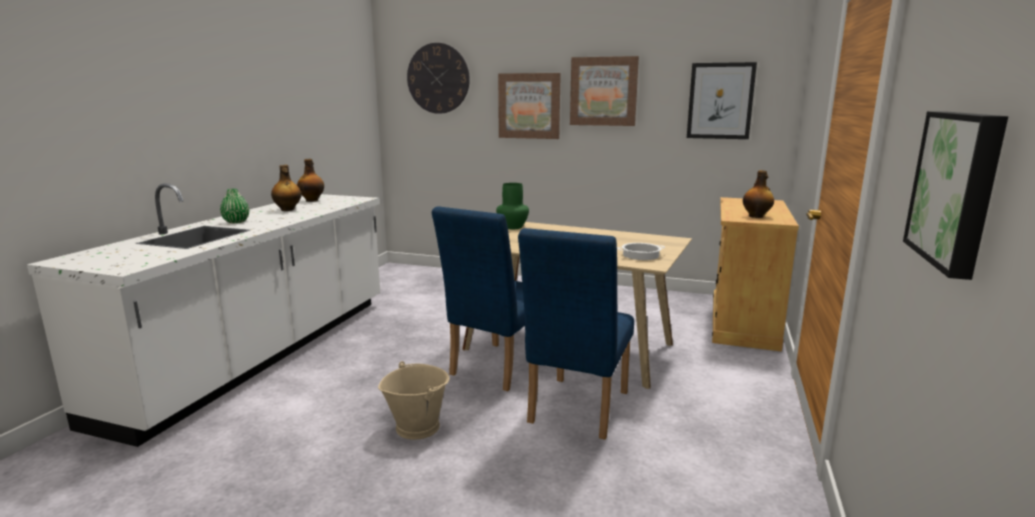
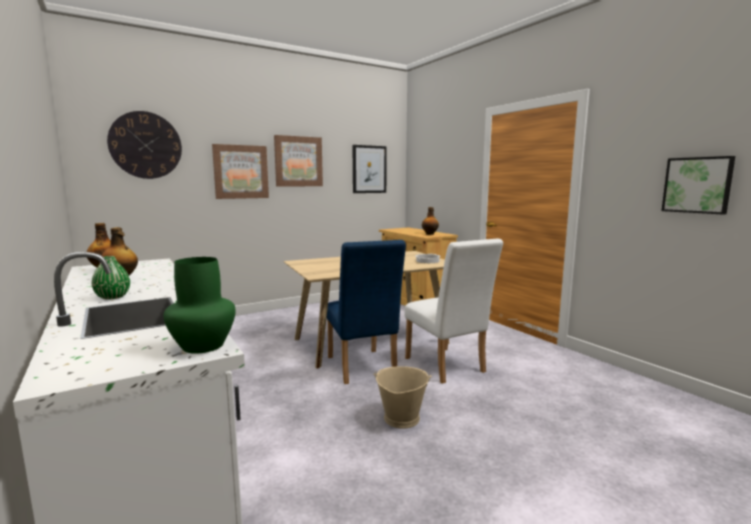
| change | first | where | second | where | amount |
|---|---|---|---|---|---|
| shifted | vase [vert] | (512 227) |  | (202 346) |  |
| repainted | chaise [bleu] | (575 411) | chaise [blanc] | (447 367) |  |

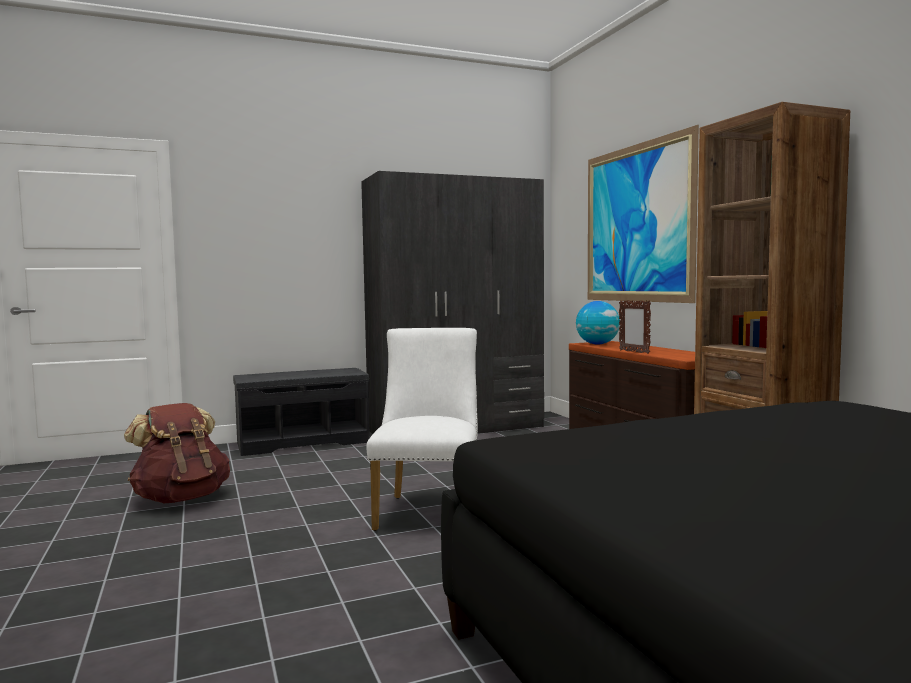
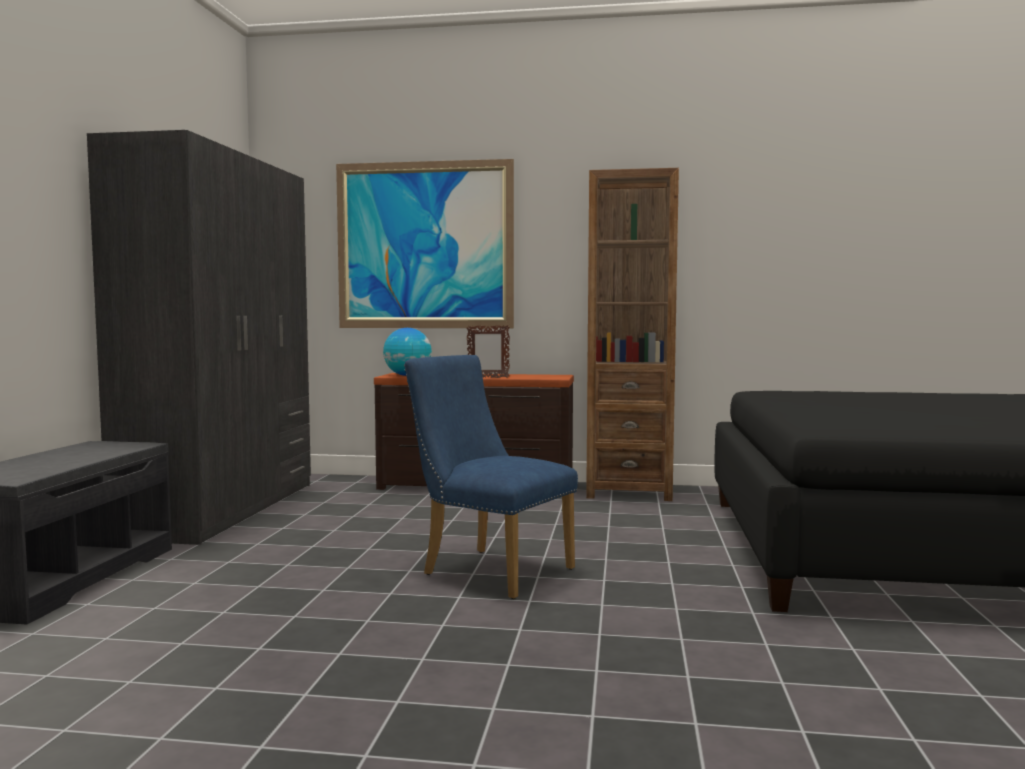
| change | first | where | second | where | amount |
|---|---|---|---|---|---|
| gone | sac à dos [marron] | (181 499) |  |  |  |
| repainted | chaise [blanc] | (429 510) | chaise [bleu] | (489 570) |  |

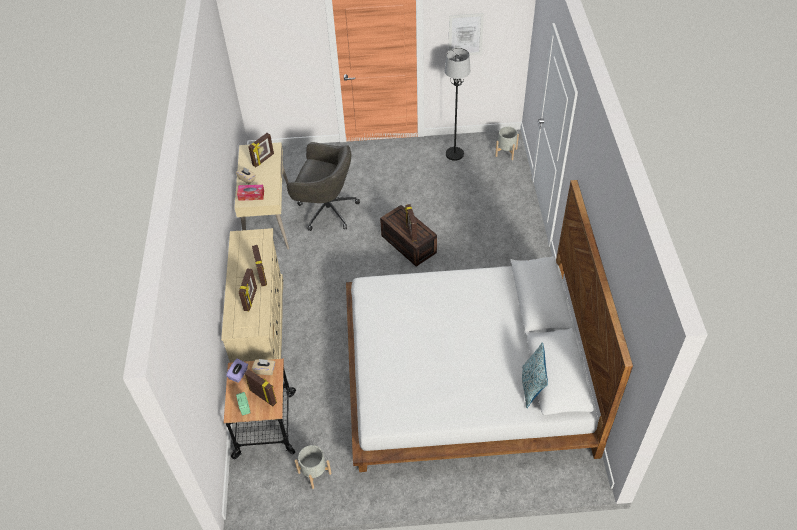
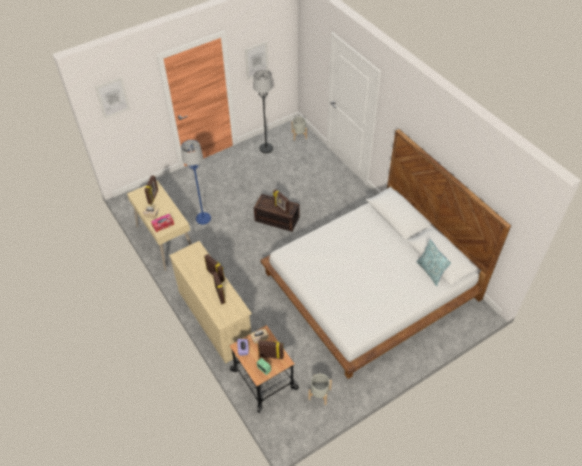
| change | first | where | second | where | amount |
|---|---|---|---|---|---|
| swapped | chaise de bureau [gris] | (326 210) | lampadaire [bleu] | (203 218) |  |
| new |  |  | tableau | (112 98) |  |

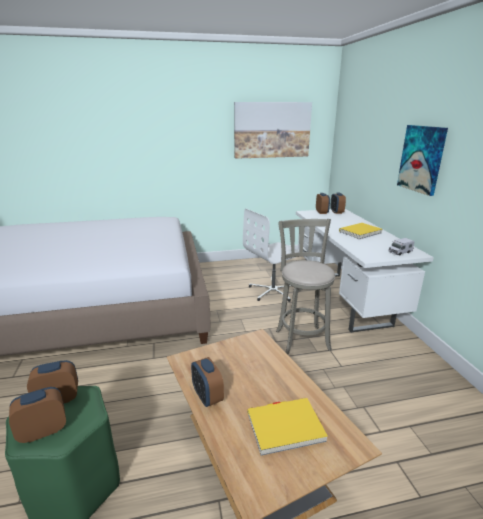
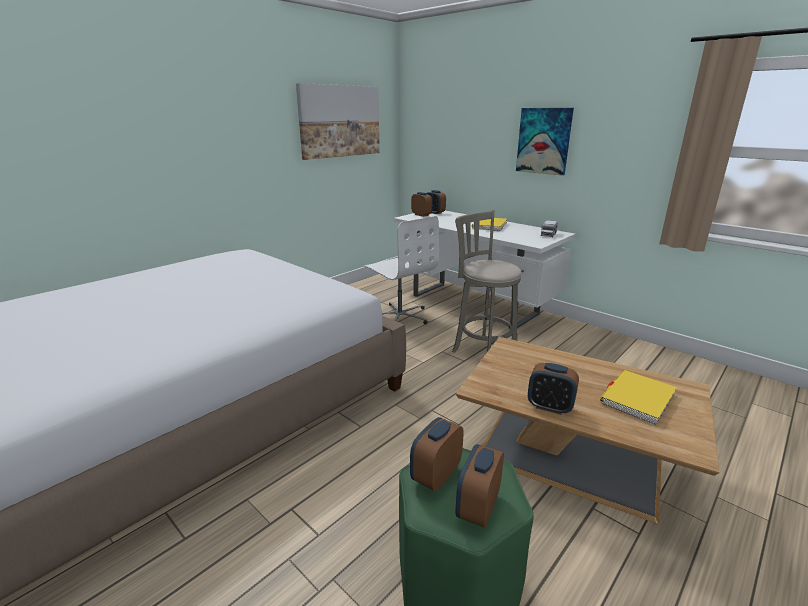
| change | first | where | second | where | amount |
|---|---|---|---|---|---|
| rotated | chaise de bureau [blanc] | (273 291) |  | (400 316) | 60 degrees counterclockwise |

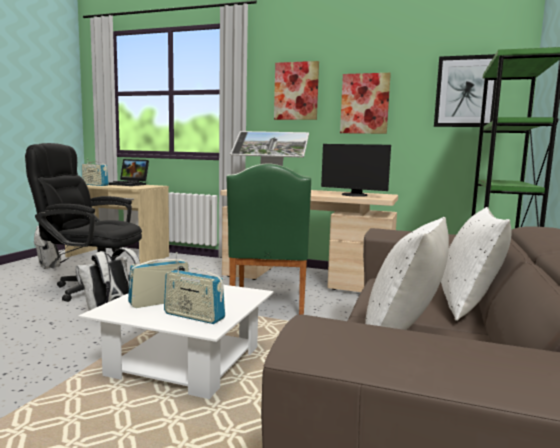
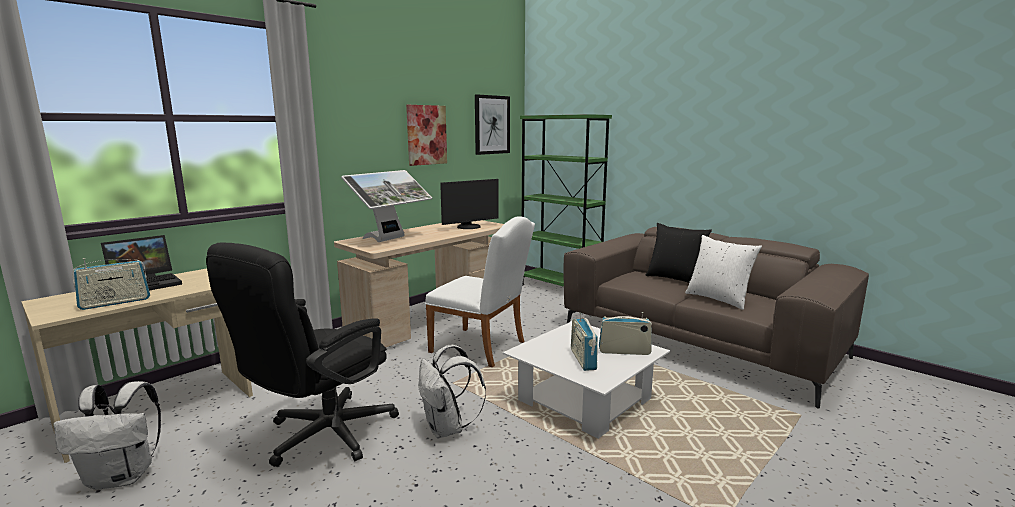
| change | first | where | second | where | amount |
|---|---|---|---|---|---|
| rotated | radio | (194 316) |  | (624 351) | 135 degrees counterclockwise |
| repainted | chaise [vert] | (268 304) | chaise [blanc] | (483 348) |  |
| gone | tableau | (296 91) |  |  |  |
| repainted | coussin [blanc] | (468 305) | coussin [noir] | (675 279) |  |

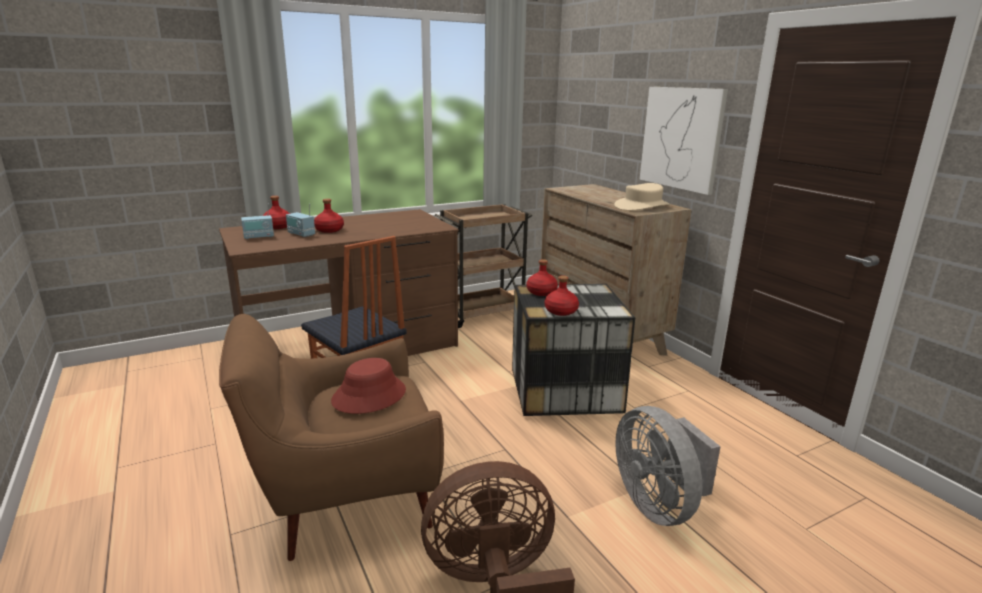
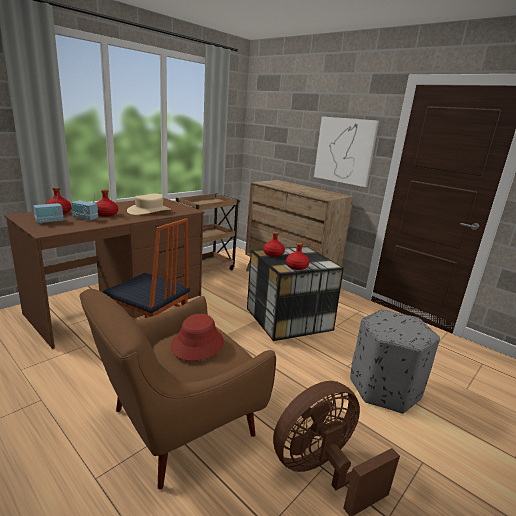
| change | first | where | second | where | amount |
|---|---|---|---|---|---|
| shifted | chapeau [beige] | (642 206) |  | (149 211) |  |
| swapped | ventilateur [gris] | (658 504) | pouf [gris] | (385 389) |  |

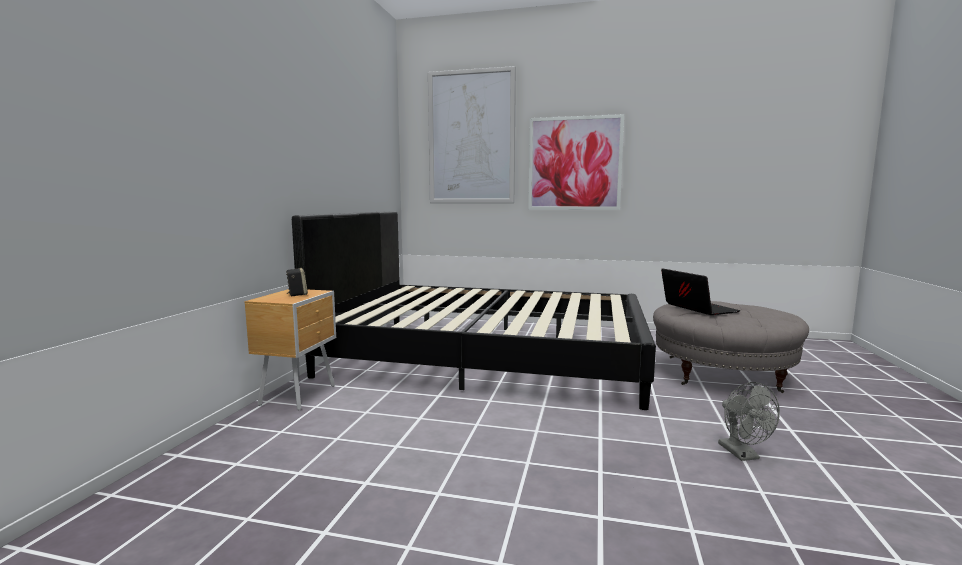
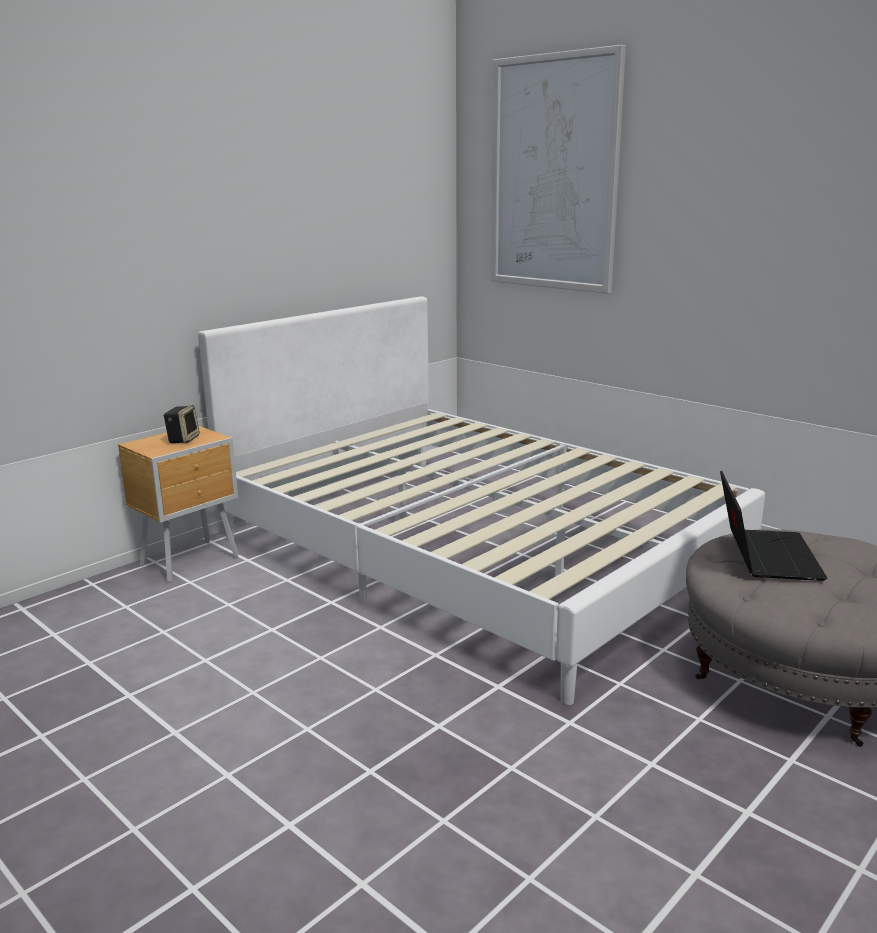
| change | first | where | second | where | amount |
|---|---|---|---|---|---|
| repainted | lit [noir] | (488 356) | lit [blanc] | (474 551) |  |
| gone | tableau | (574 163) |  |  |  |
| gone | ventilateur [gris] | (743 455) |  |  |  |

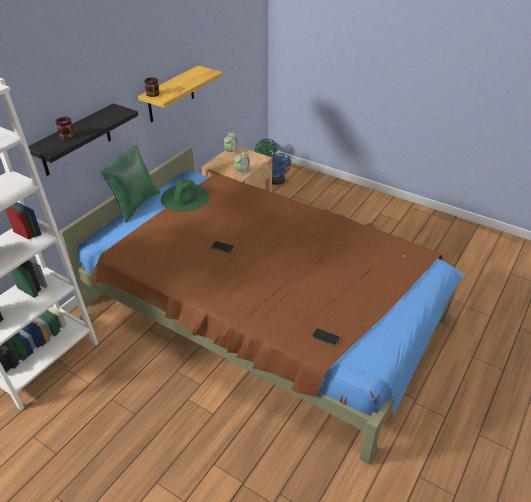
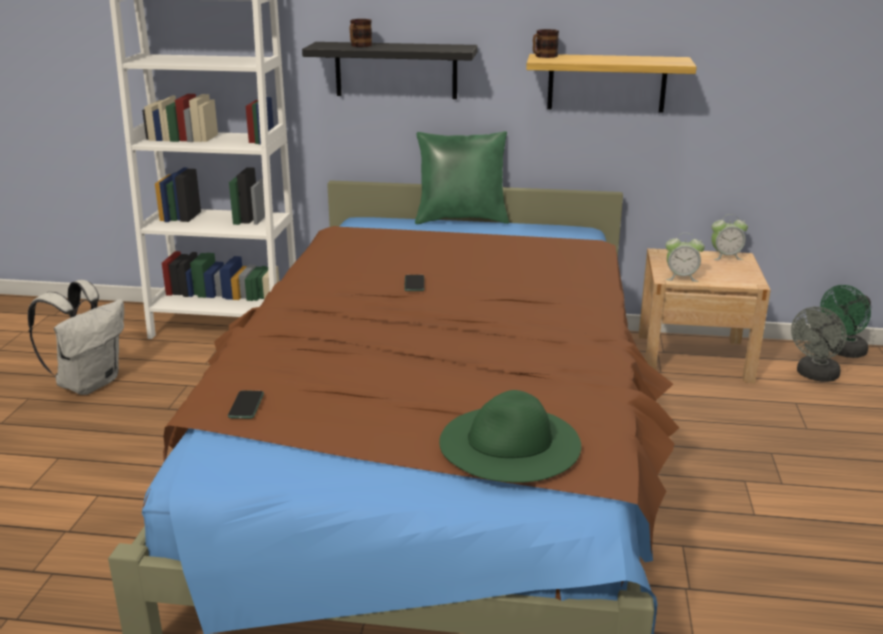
| change | first | where | second | where | amount |
|---|---|---|---|---|---|
| shifted | chapeau [vert] | (185 197) |  | (509 443) |  |
| repainted | ventilateur [bleu] | (277 182) | ventilateur [gris] | (814 376) |  |
| new |  |  | sac à dos [blanc] | (89 383) |  |

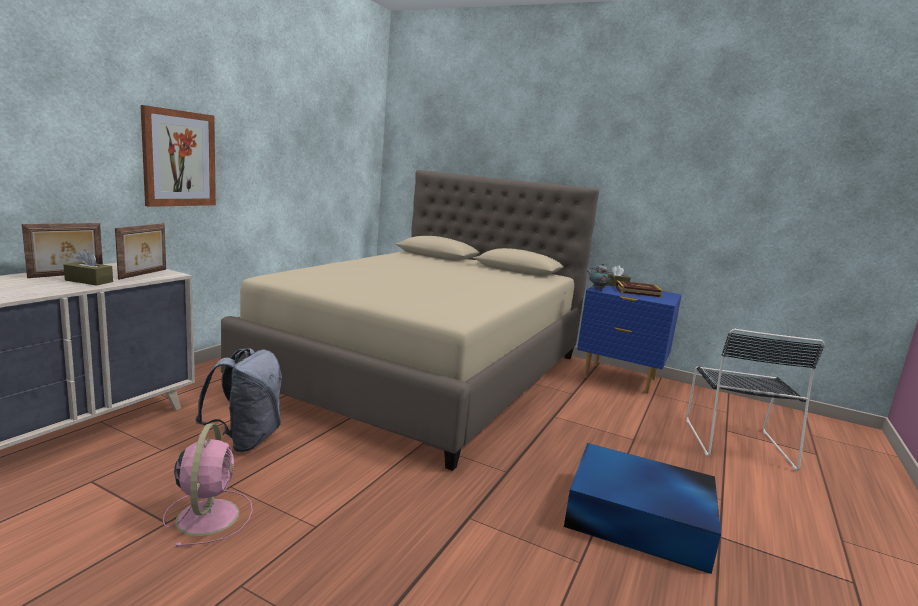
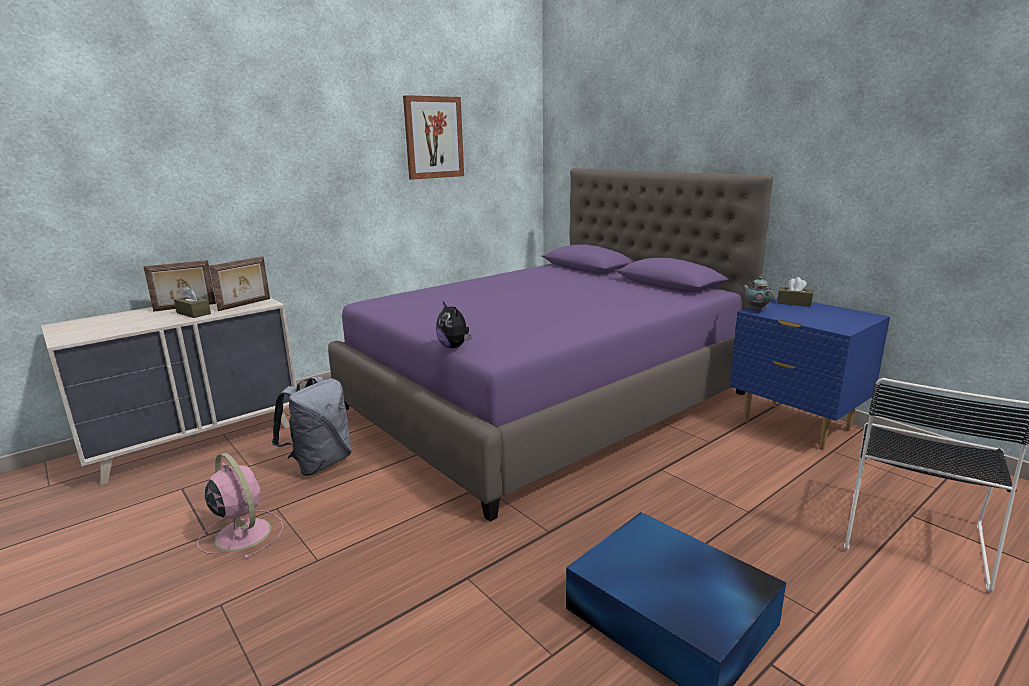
| change | first | where | second | where | amount |
|---|---|---|---|---|---|
| shifted | tableau | (179 158) |  | (433 137) |  |
| rotated | ventilateur [rose] | (208 515) |  | (242 533) | 60 degrees counterclockwise |
| repainted | lit [beige] | (425 370) | lit [violet] | (546 401) |  |
| gone | livre | (638 292) |  |  |  |
| new |  |  | peluche | (454 347) |  |

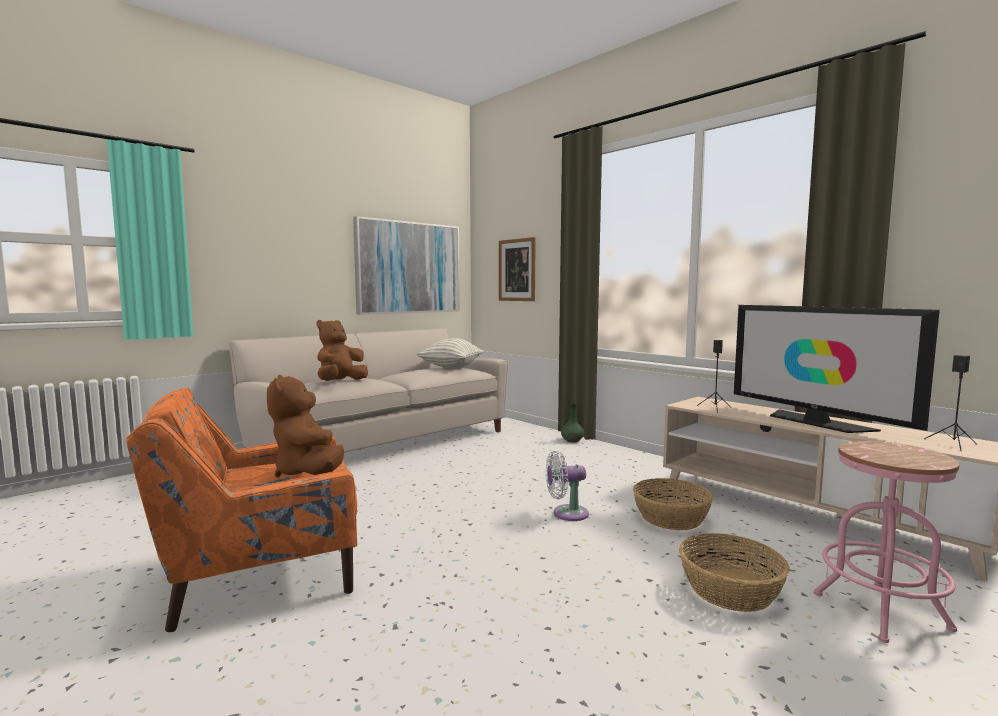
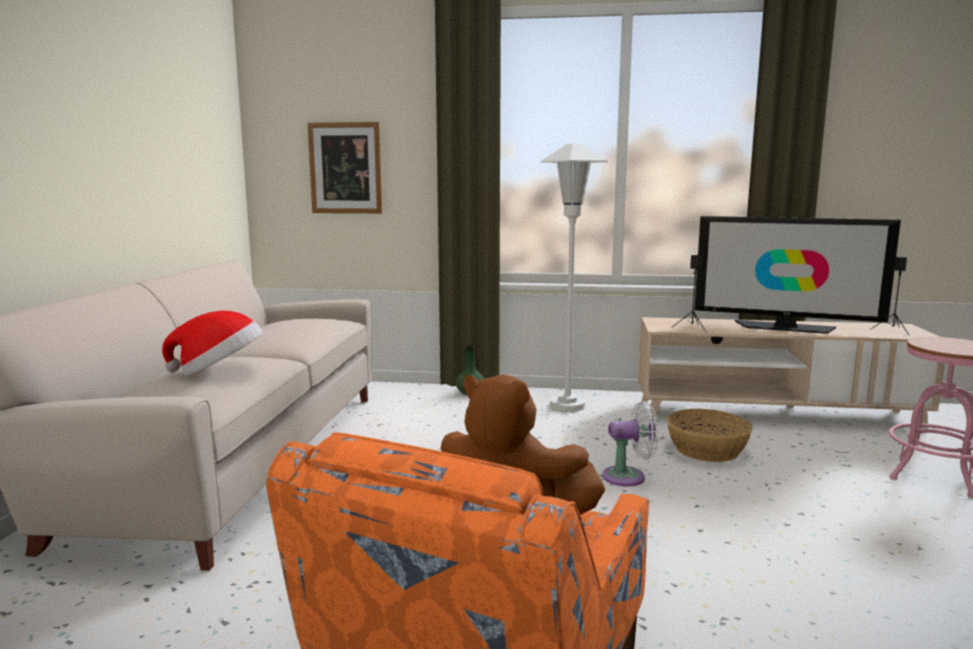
| change | first | where | second | where | amount |
|---|---|---|---|---|---|
| swapped | peluche [marron] | (340 382) | chapeau | (219 372) |  |
| gone | tableau | (408 268) |  |  |  |
| gone | coussin | (451 367) |  |  |  |
| rotated | ventilateur [blanc] | (566 514) |  | (628 477) | 135 degrees counterclockwise |
| gone | panier | (731 590) |  |  |  |
| new |  |  | lampadaire [blanc] | (567 405) |  |

